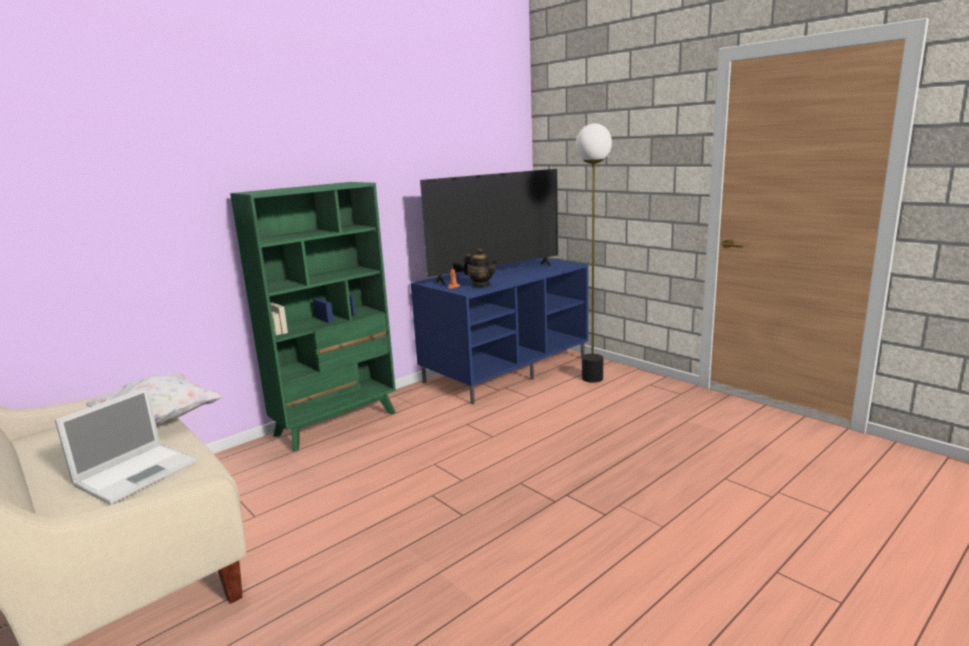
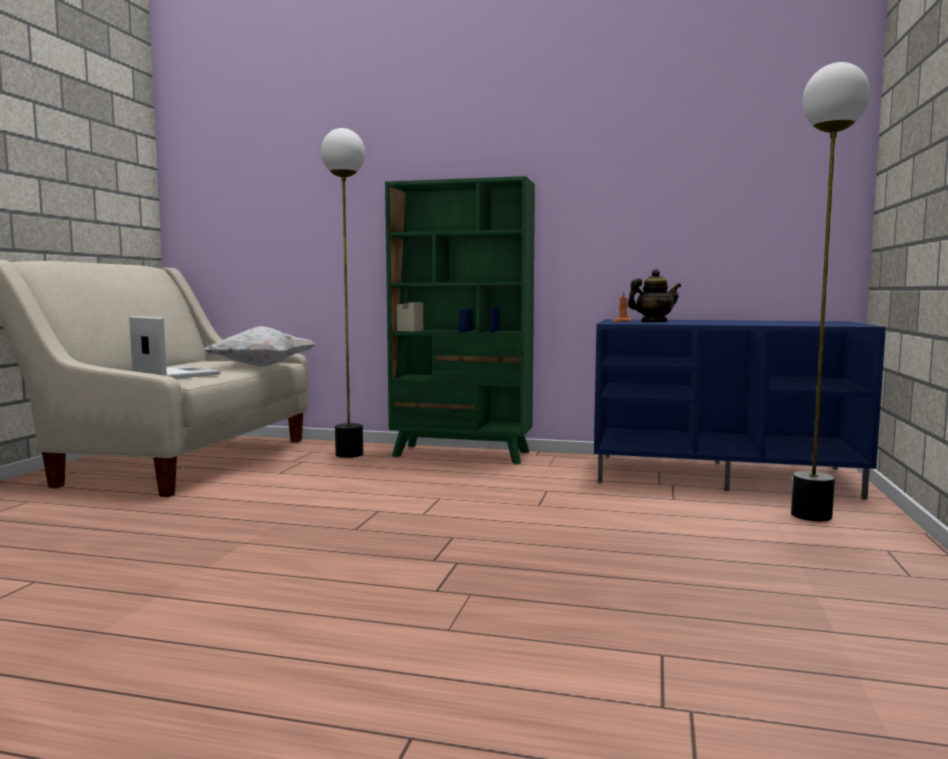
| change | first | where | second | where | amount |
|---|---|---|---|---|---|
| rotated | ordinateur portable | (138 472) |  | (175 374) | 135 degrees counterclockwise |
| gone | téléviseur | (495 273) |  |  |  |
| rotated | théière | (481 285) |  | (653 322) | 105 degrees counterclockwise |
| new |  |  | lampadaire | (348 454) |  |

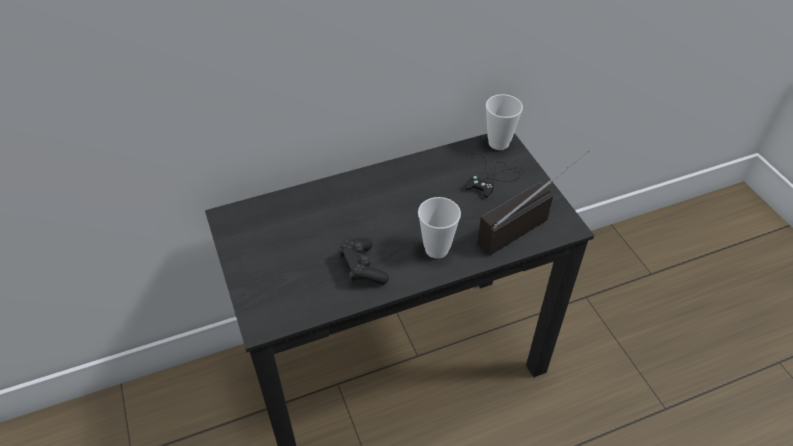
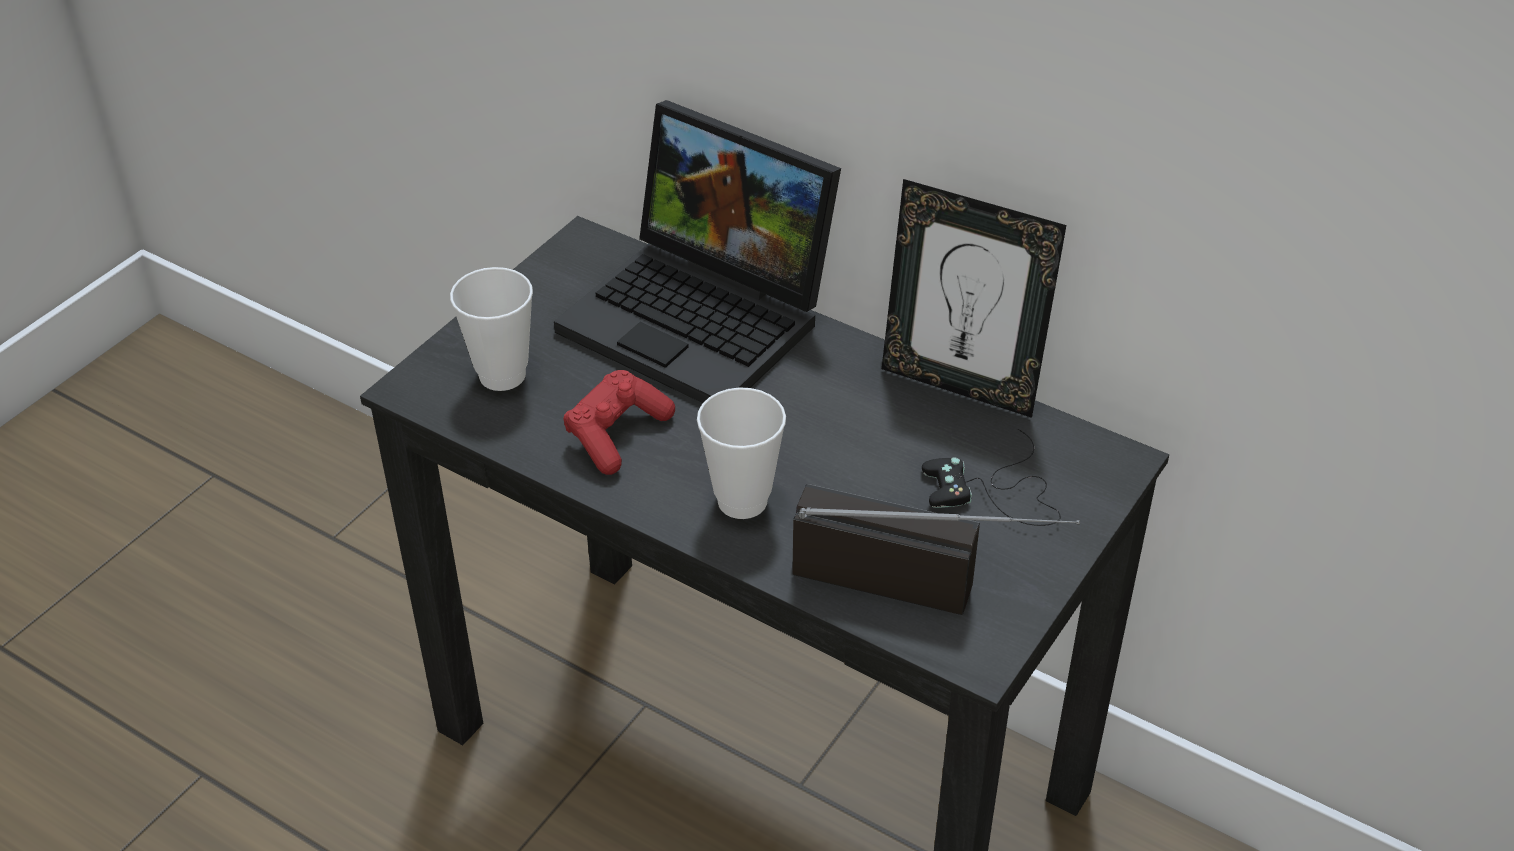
| change | first | where | second | where | amount |
|---|---|---|---|---|---|
| repainted | manette [noir] | (362 268) | manette [rouge] | (616 434) |  |
| shifted | tasse | (498 143) |  | (502 375) |  |
| new |  |  | ordinateur portable | (705 318) |  |
| new |  |  | cadre photo | (960 384) |  |

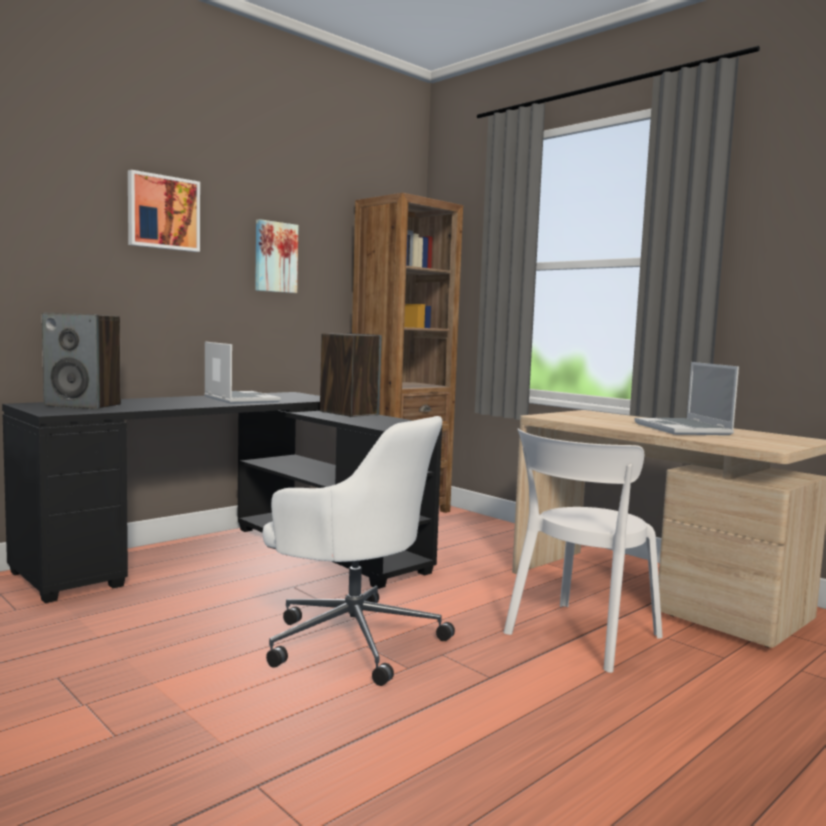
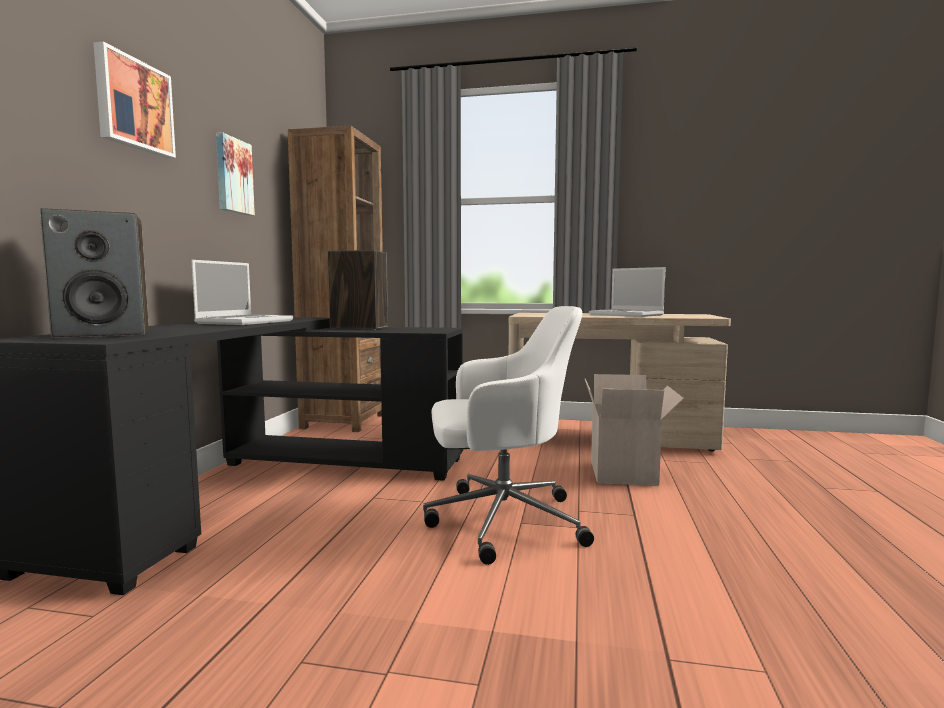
| change | first | where | second | where | amount |
|---|---|---|---|---|---|
| rotated | ordinateur portable | (239 399) |  | (245 322) | 90 degrees clockwise |
| swapped | chaise [blanc] | (579 637) | carton | (625 473) |  |

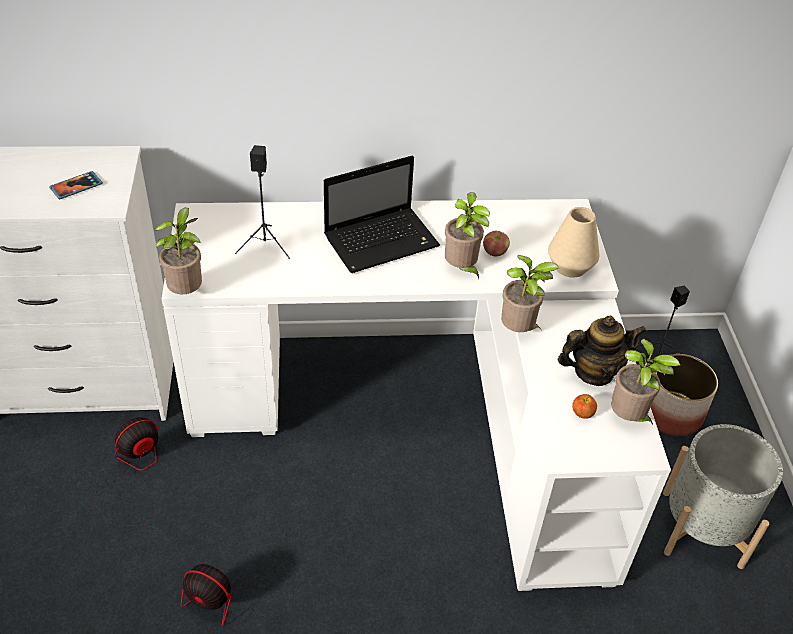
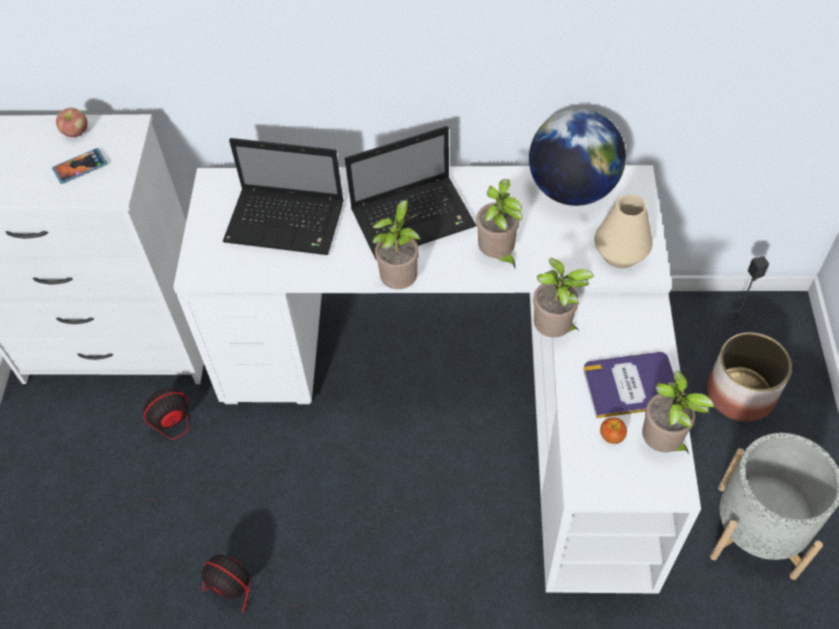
| change | first | where | second | where | amount |
|---|---|---|---|---|---|
| shifted | plante en pot | (187 291) |  | (400 282) |  |
| swapped | enceinte [noir] | (266 245) | ordinateur portable | (287 222) |  |
| shifted | pomme | (494 252) |  | (76 132) |  |
| swapped | théière | (593 372) | livre | (631 385) |  |
| new |  |  | globe | (572 189) |  |

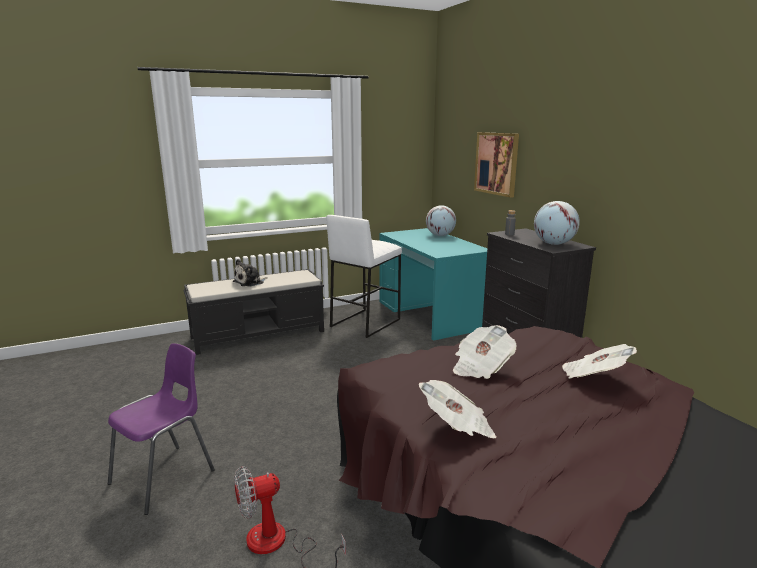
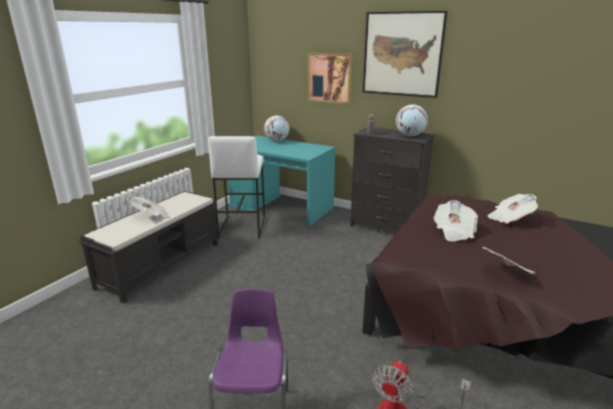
| change | first | where | second | where | amount |
|---|---|---|---|---|---|
| swapped | peluche | (250 282) | journal | (151 216) |  |
| new |  |  | tableau | (402 54) |  |

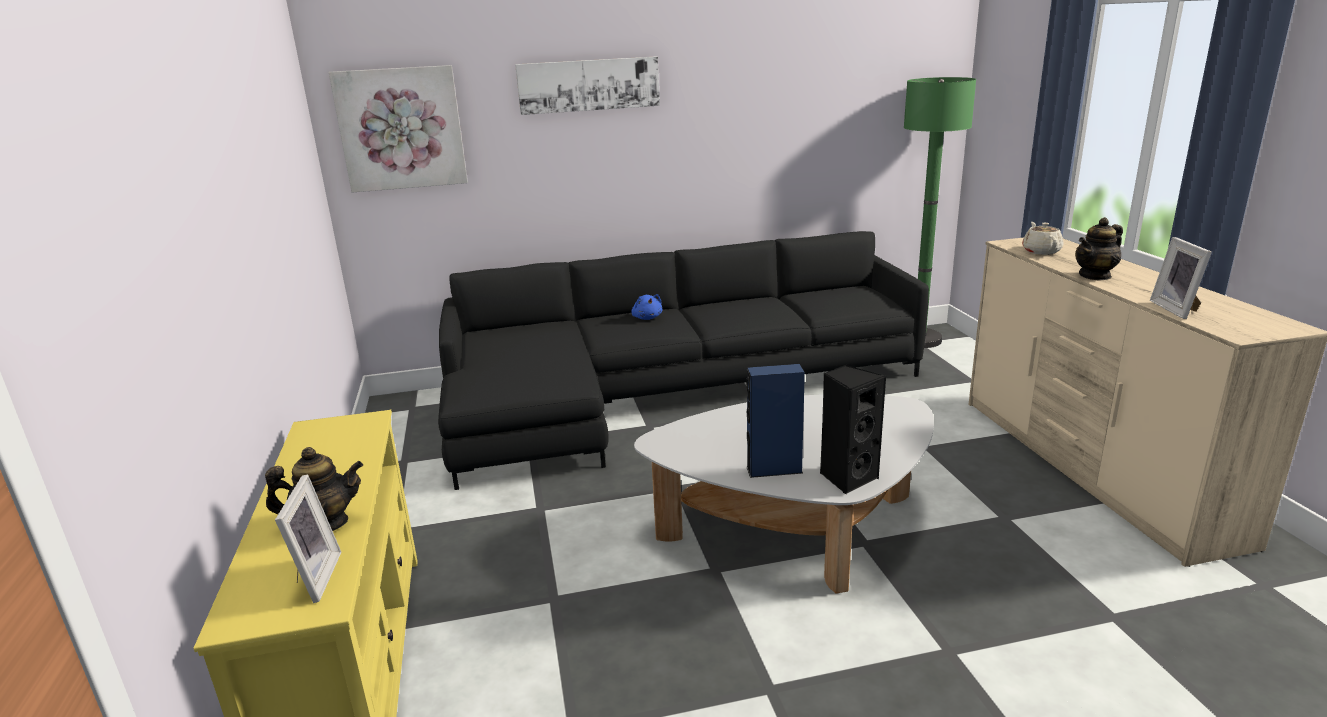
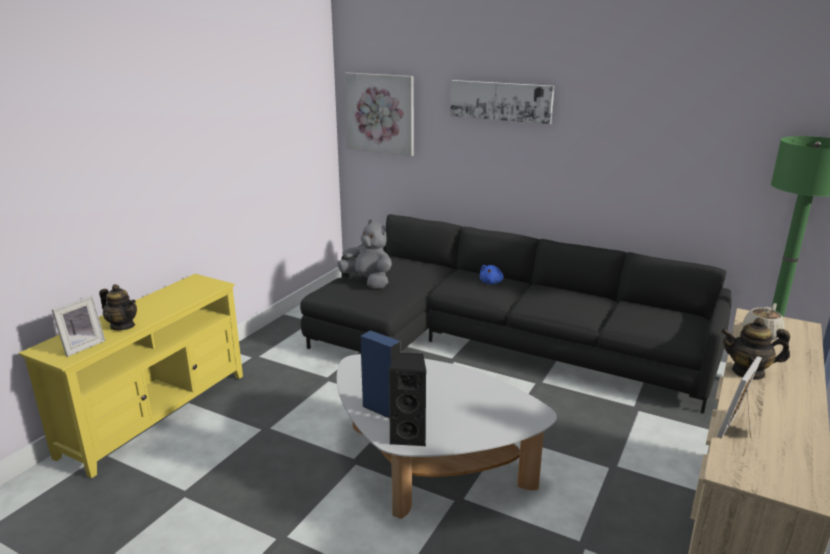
| change | first | where | second | where | amount |
|---|---|---|---|---|---|
| new |  |  | peluche [gris] | (368 281) |  |

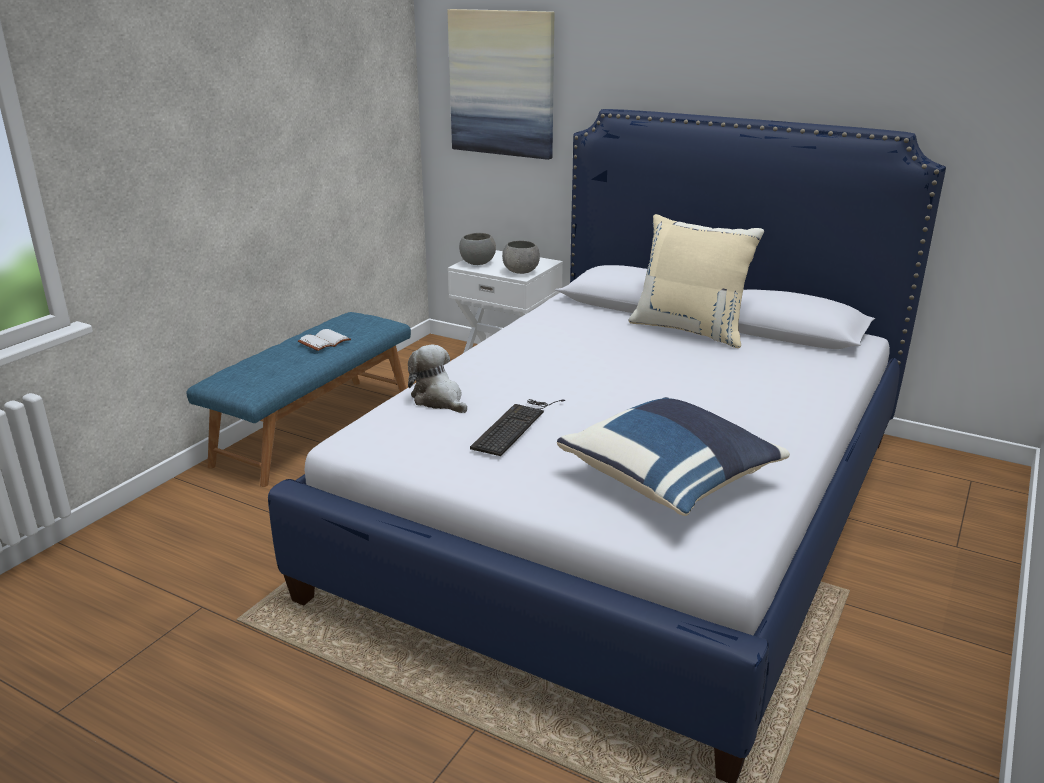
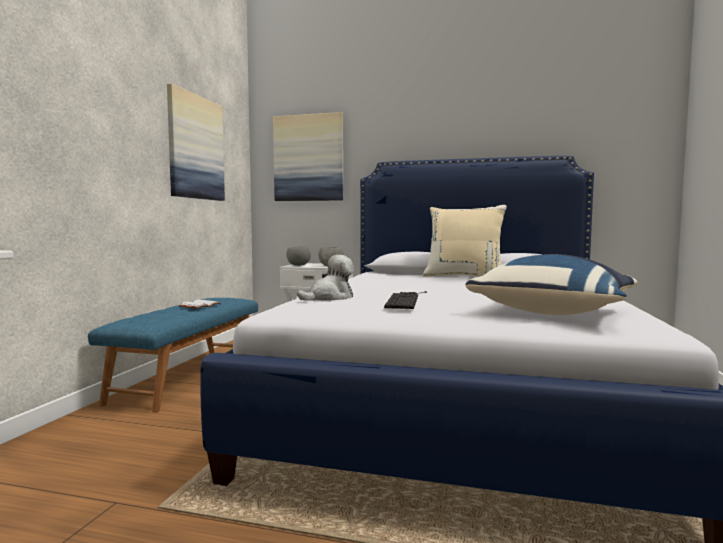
| change | first | where | second | where | amount |
|---|---|---|---|---|---|
| rotated | peluche | (439 400) |  | (330 298) | 105 degrees clockwise |
| new |  |  | tableau | (195 147) |  |

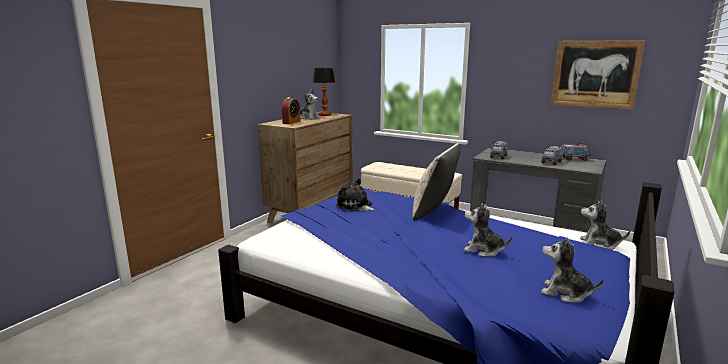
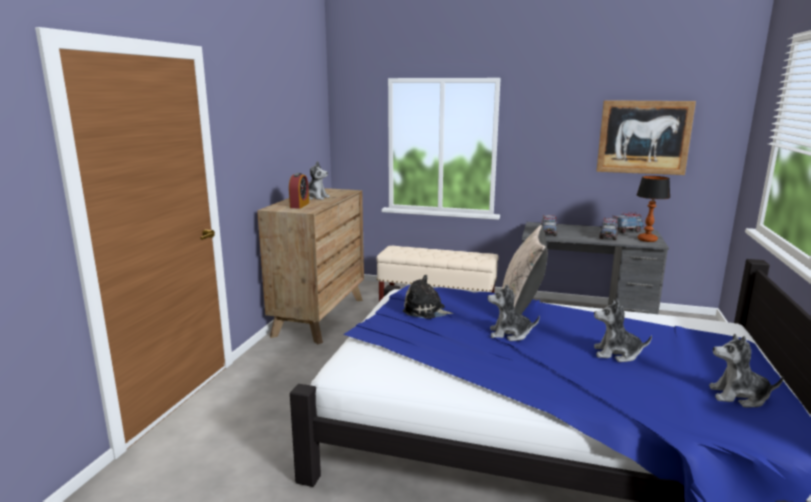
| change | first | where | second | where | amount |
|---|---|---|---|---|---|
| shifted | lampe de table | (324 115) |  | (647 240) |  |
| shifted | peluche | (599 244) |  | (509 334) |  |

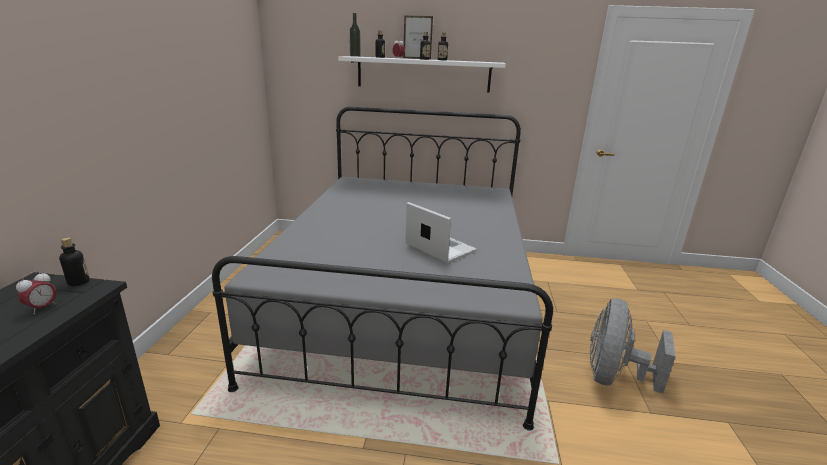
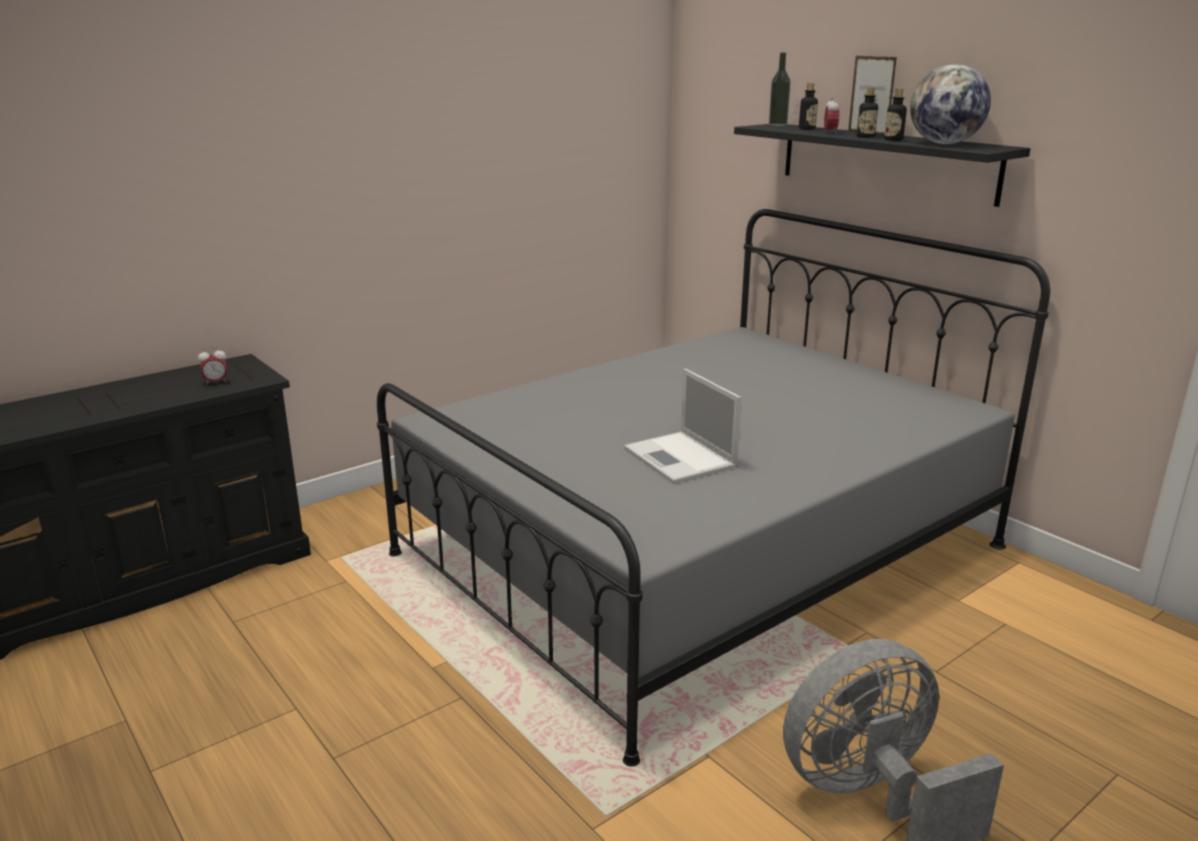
| change | first | where | second | where | amount |
|---|---|---|---|---|---|
| gone | bouteille | (78 282) |  |  |  |
| repainted | étagère [blanc] | (423 74) | étagère [noir] | (885 162) |  |
| rotated | ordinateur portable | (439 247) |  | (681 458) | 150 degrees clockwise |
| new |  |  | globe | (944 143) |  |

